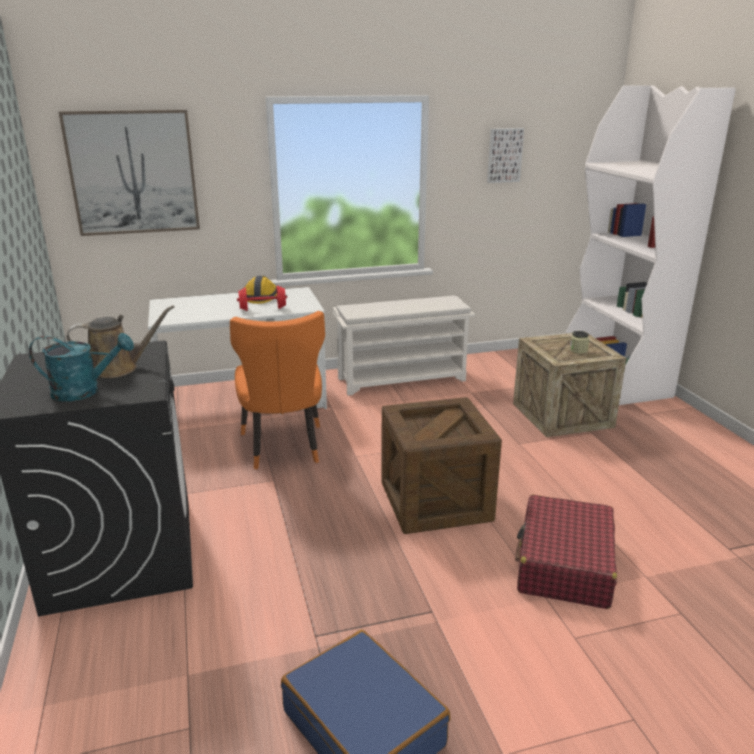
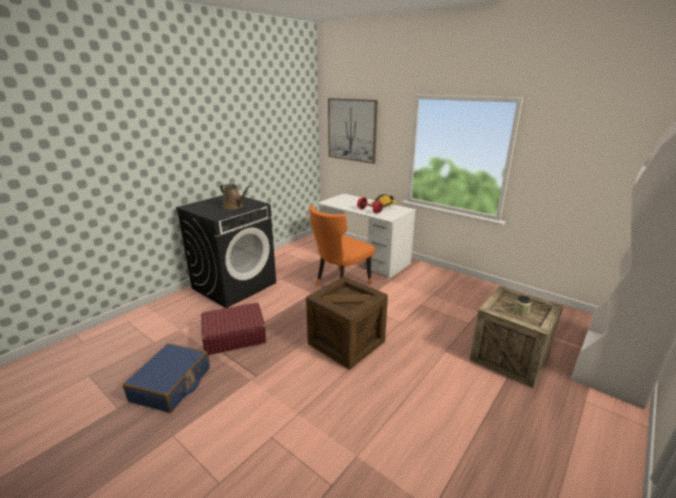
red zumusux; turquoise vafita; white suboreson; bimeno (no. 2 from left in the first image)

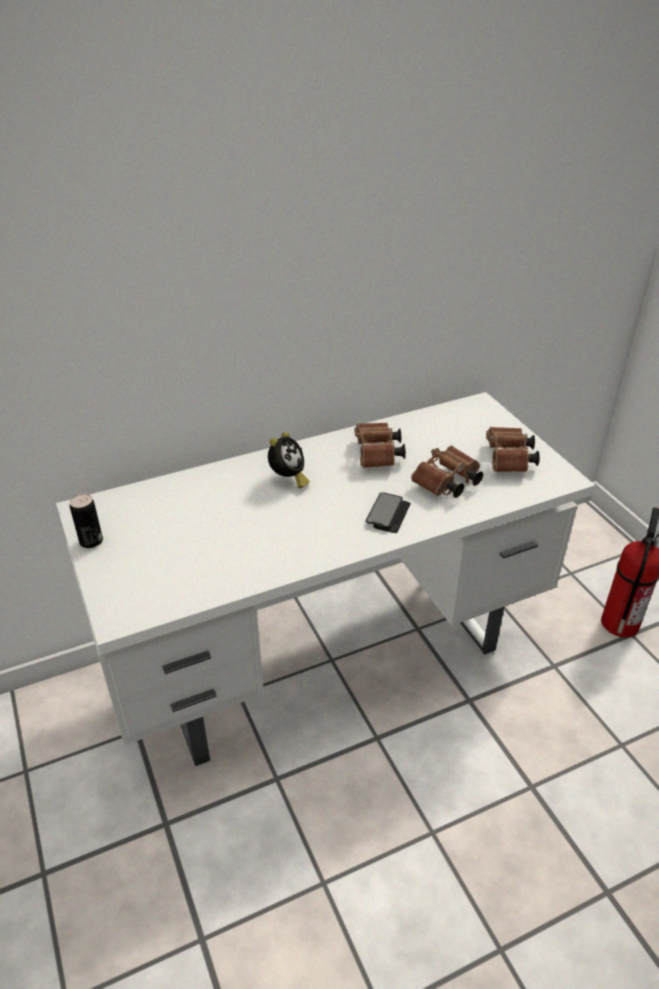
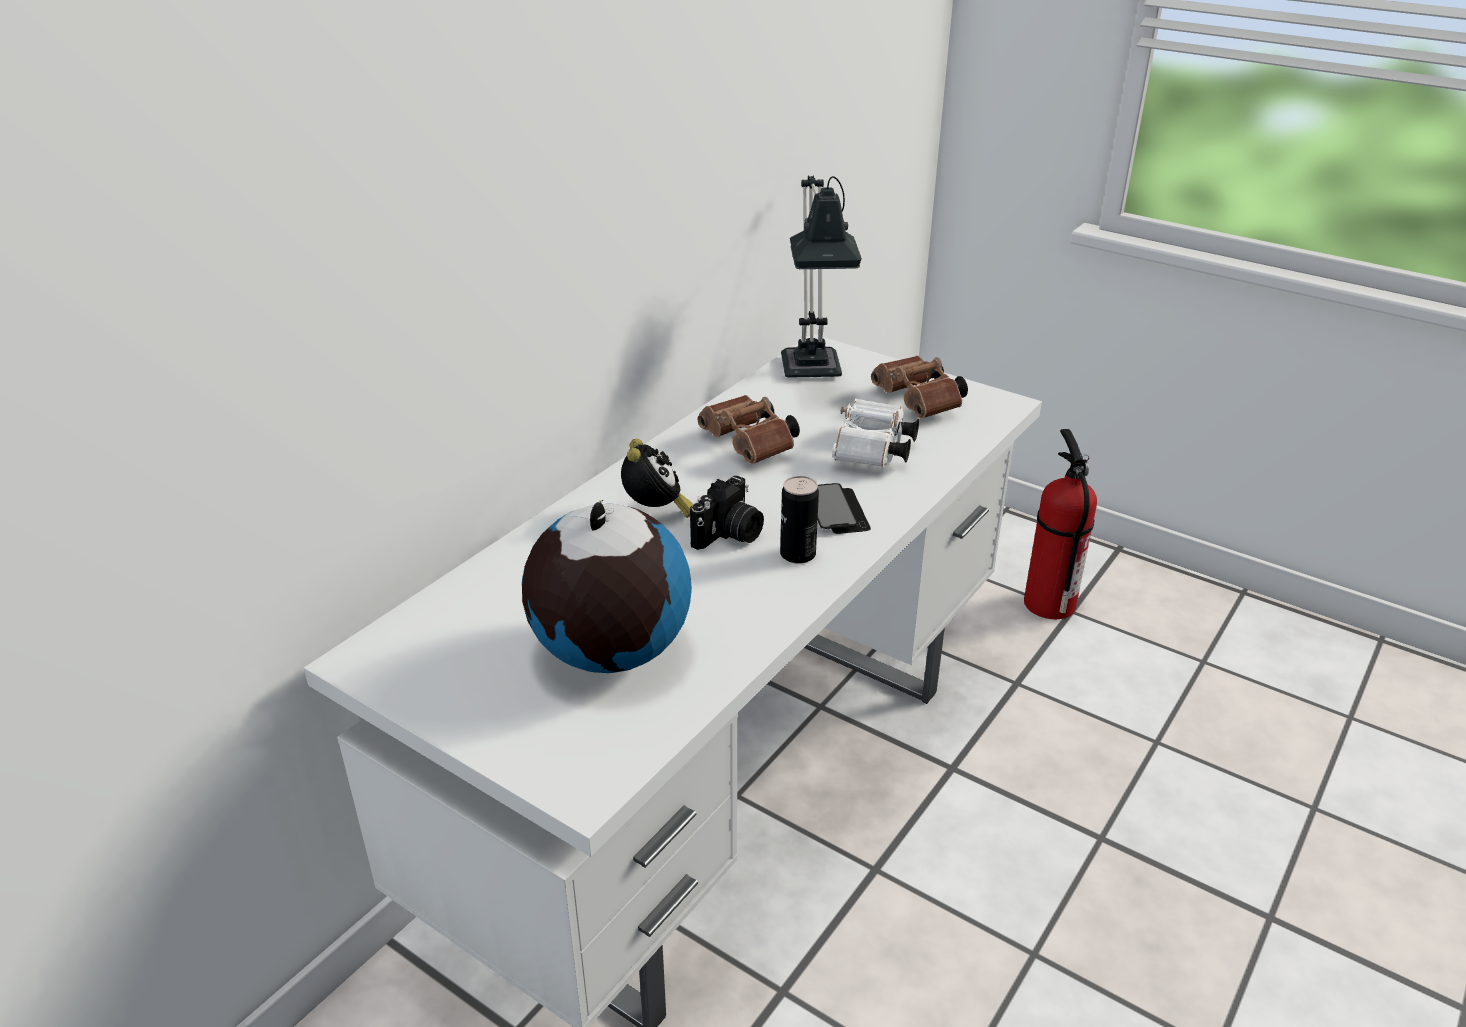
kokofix; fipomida; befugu; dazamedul; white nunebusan

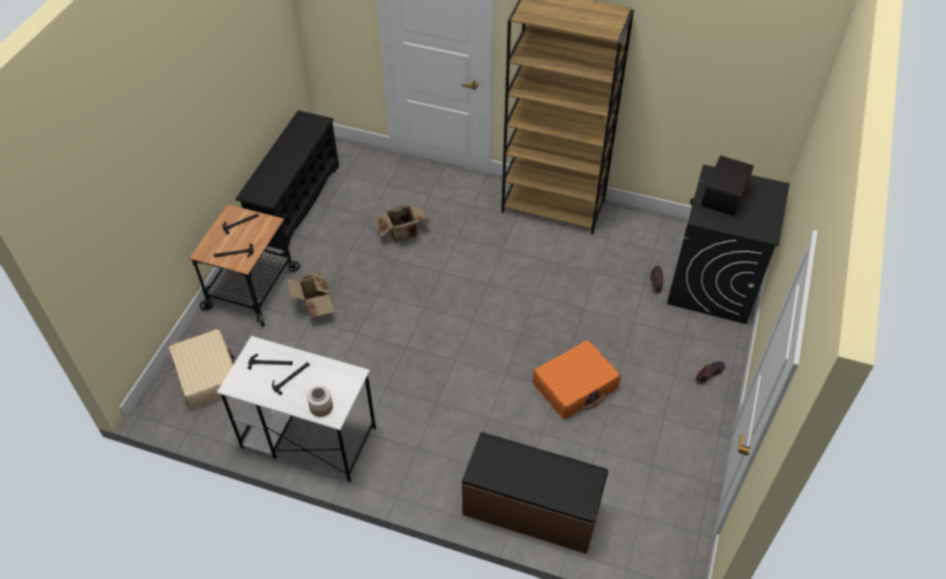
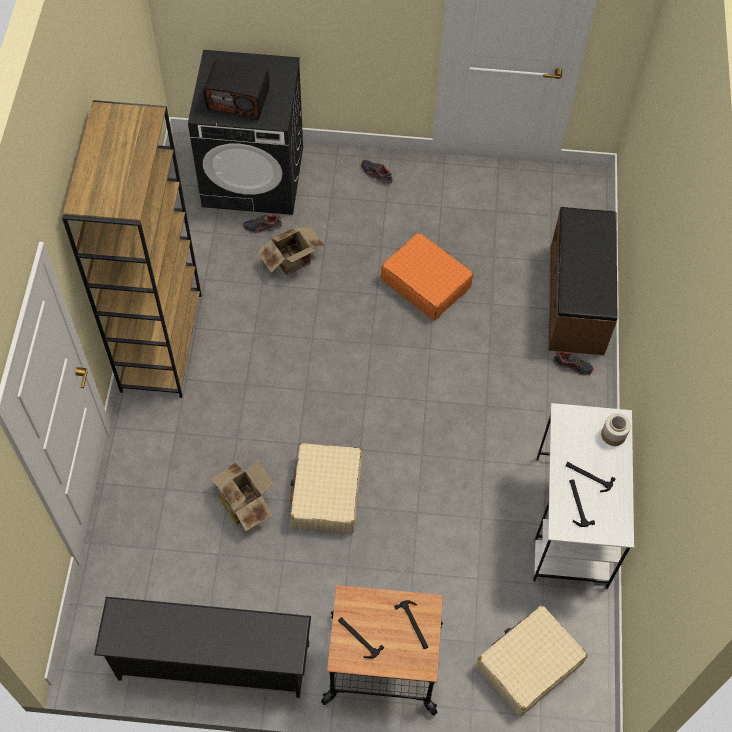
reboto (no. 2 from left); beige zumusux (no. 1 from left); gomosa (no. 3 from left)

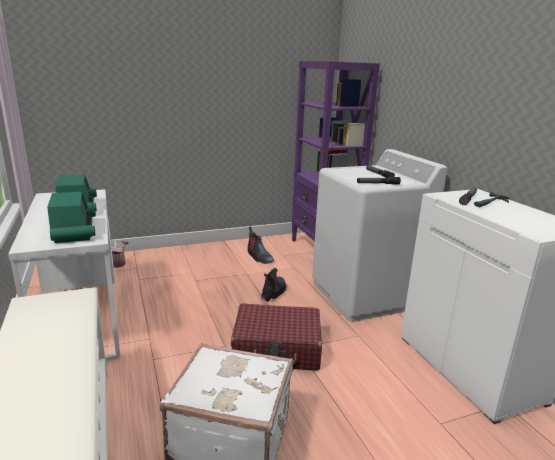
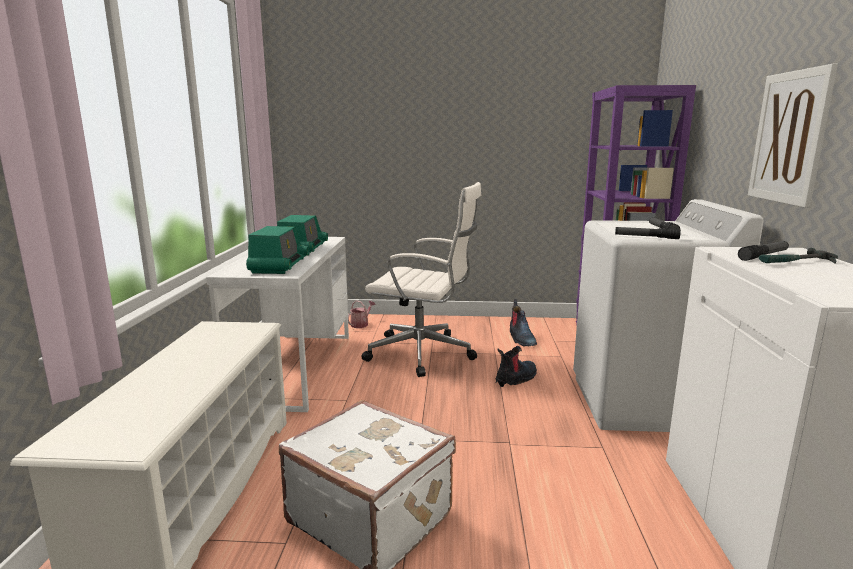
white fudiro; bimeno; red zumusux

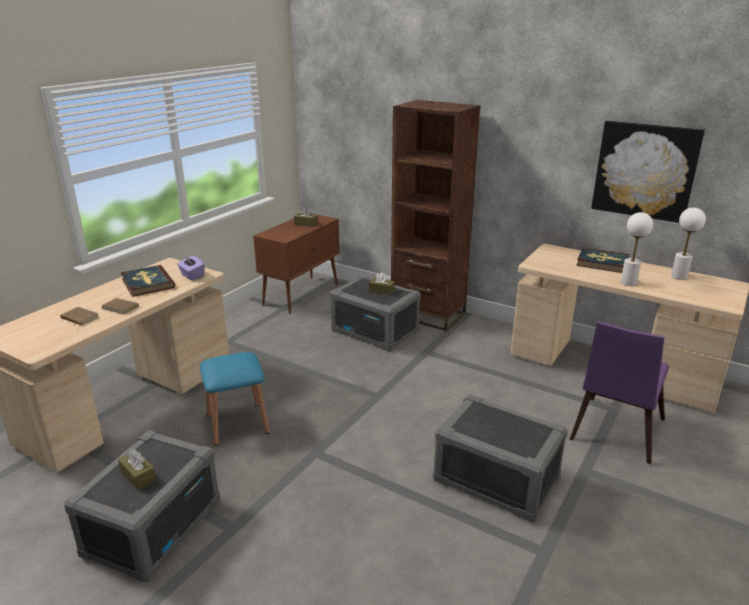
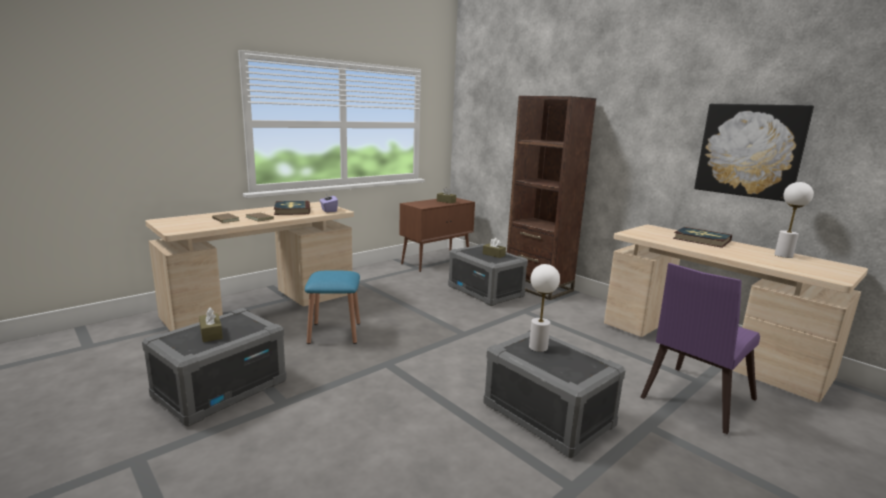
white dazamedul (no. 1 from left)

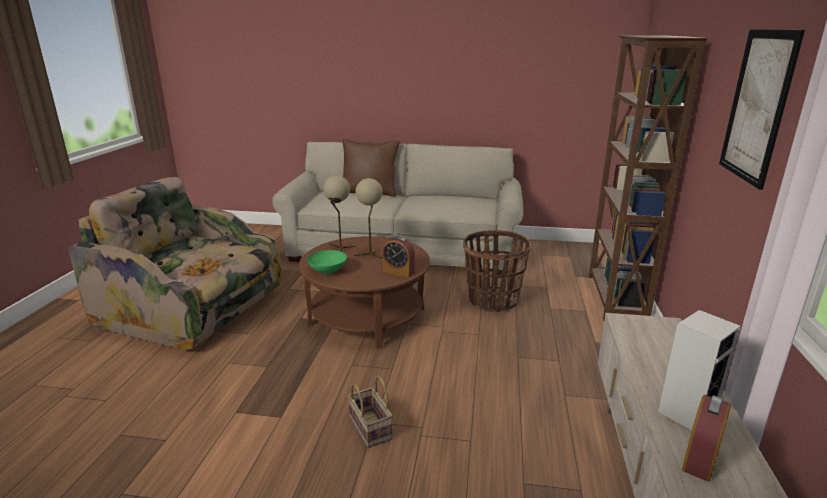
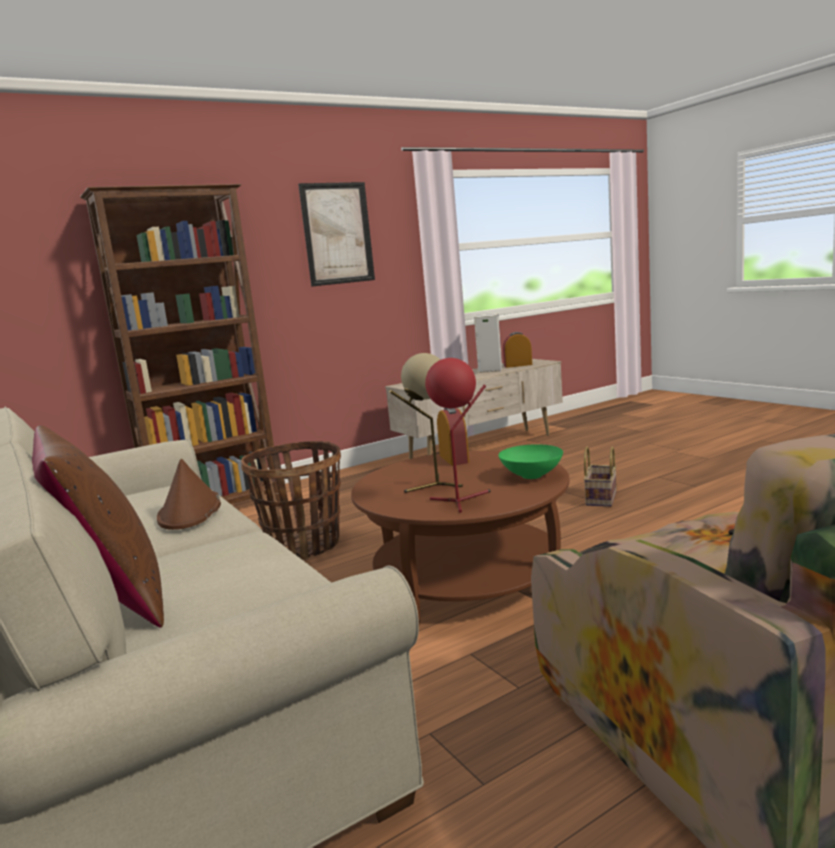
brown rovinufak; red dazamedul

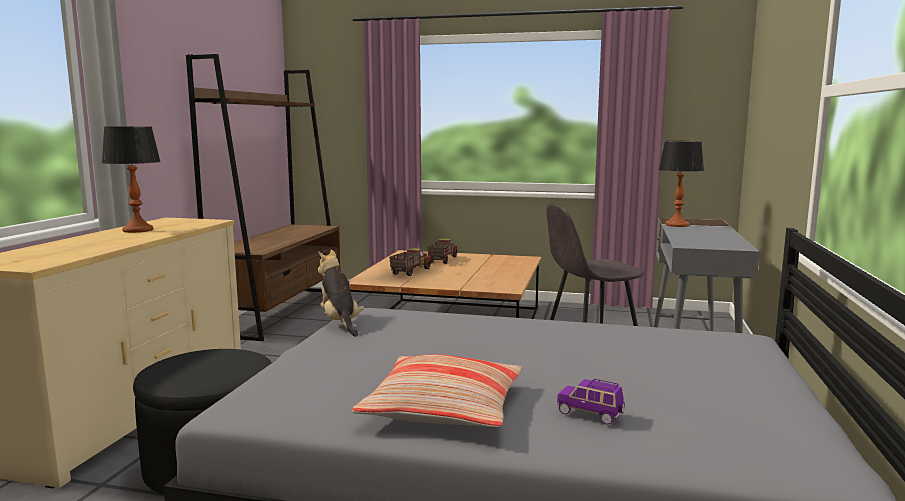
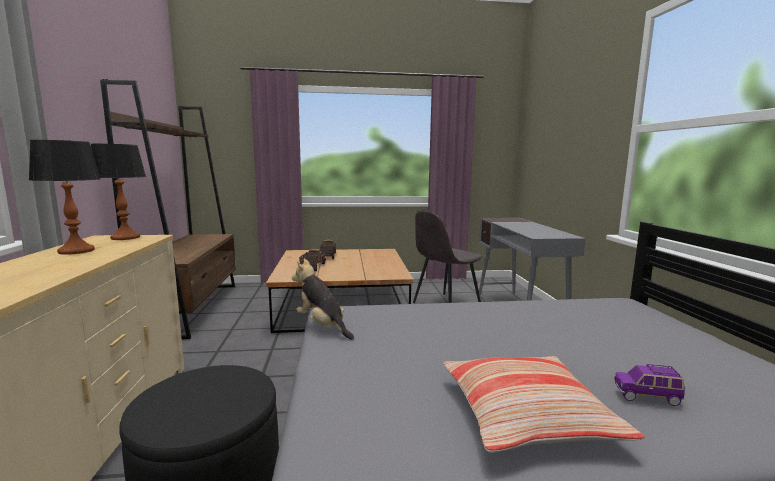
dazamedul (no. 2 from left)

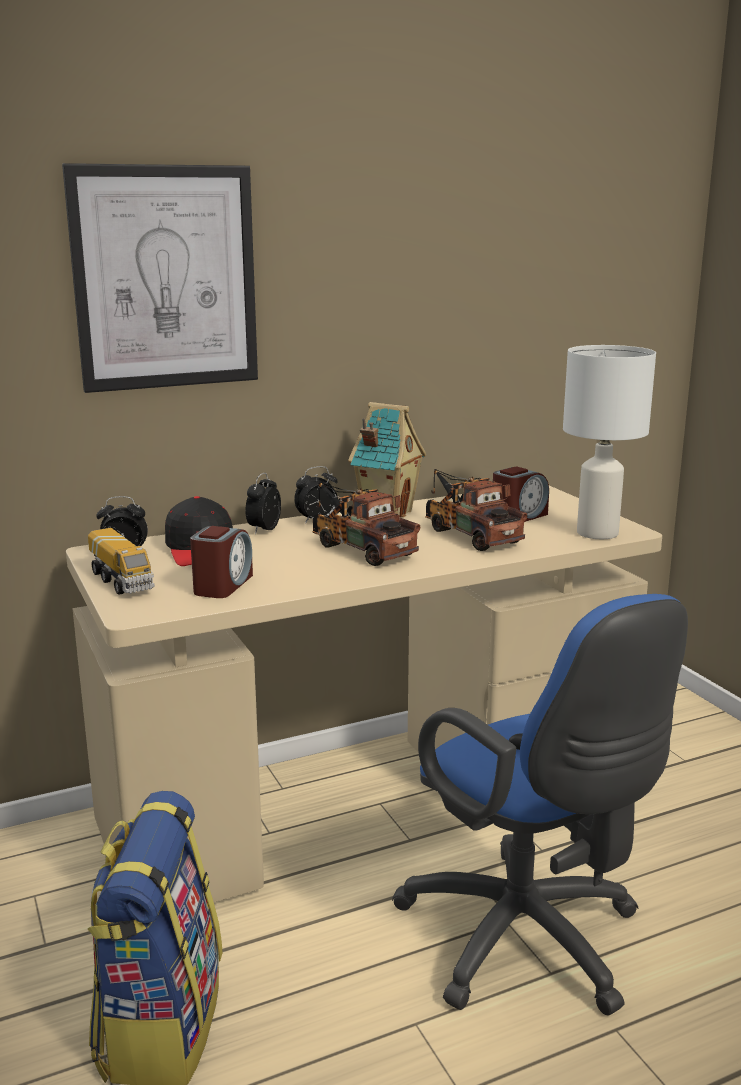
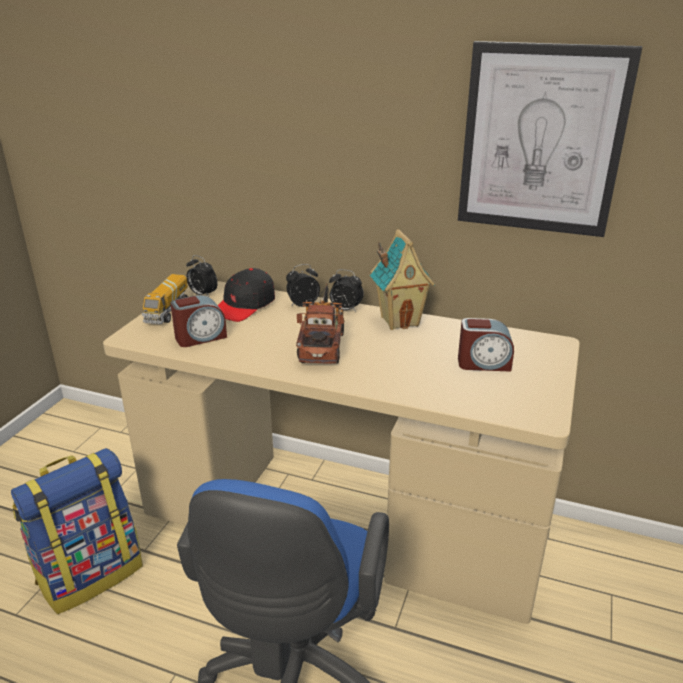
bimeno; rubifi (no. 3 from left in the first image); white dazamedul

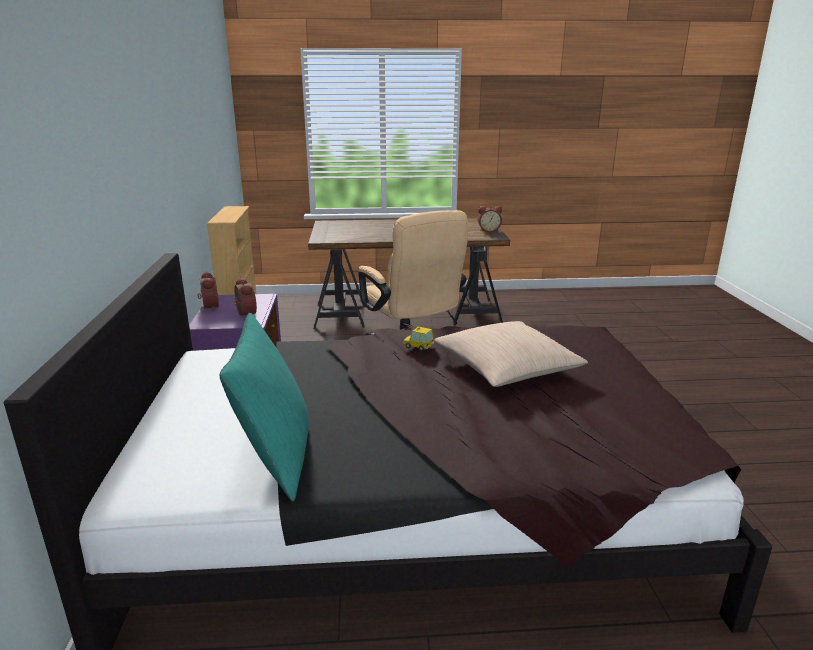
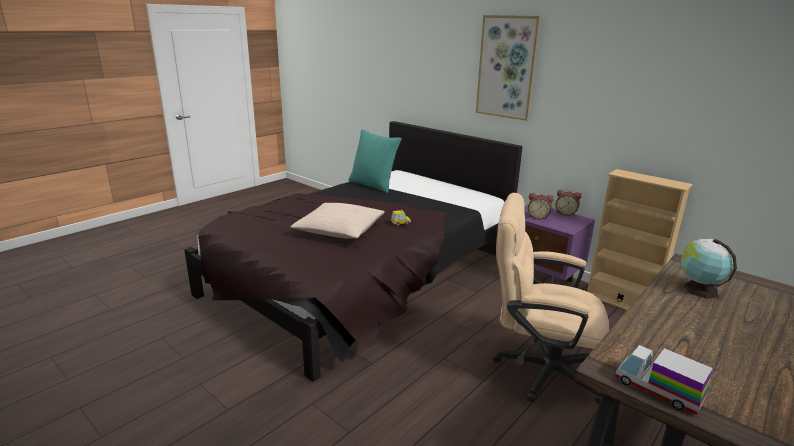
bimeno; rubifi; kokofix

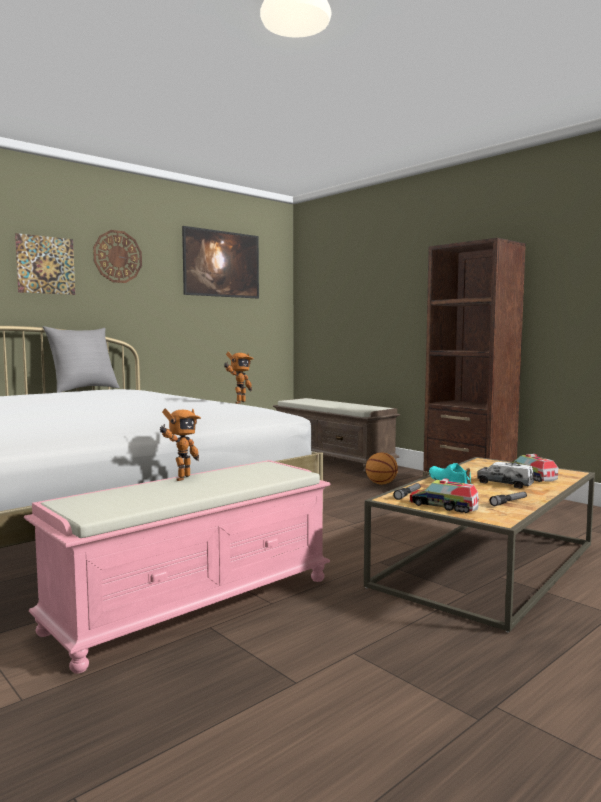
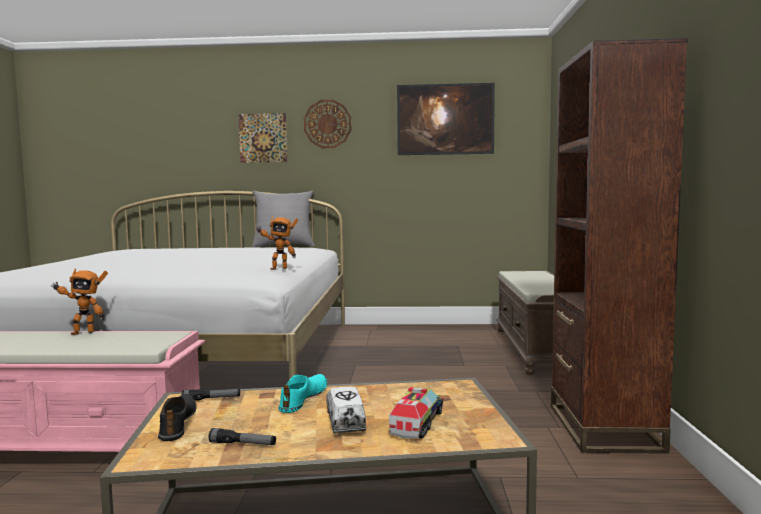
black gomosa; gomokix

